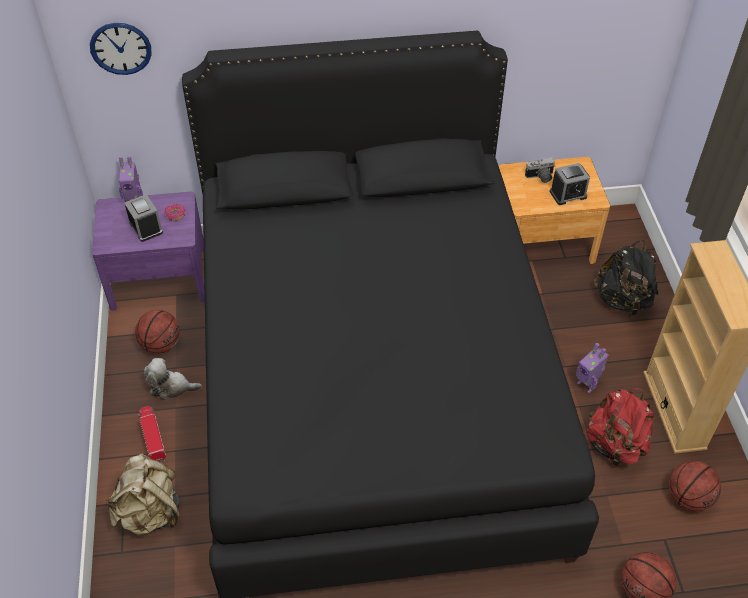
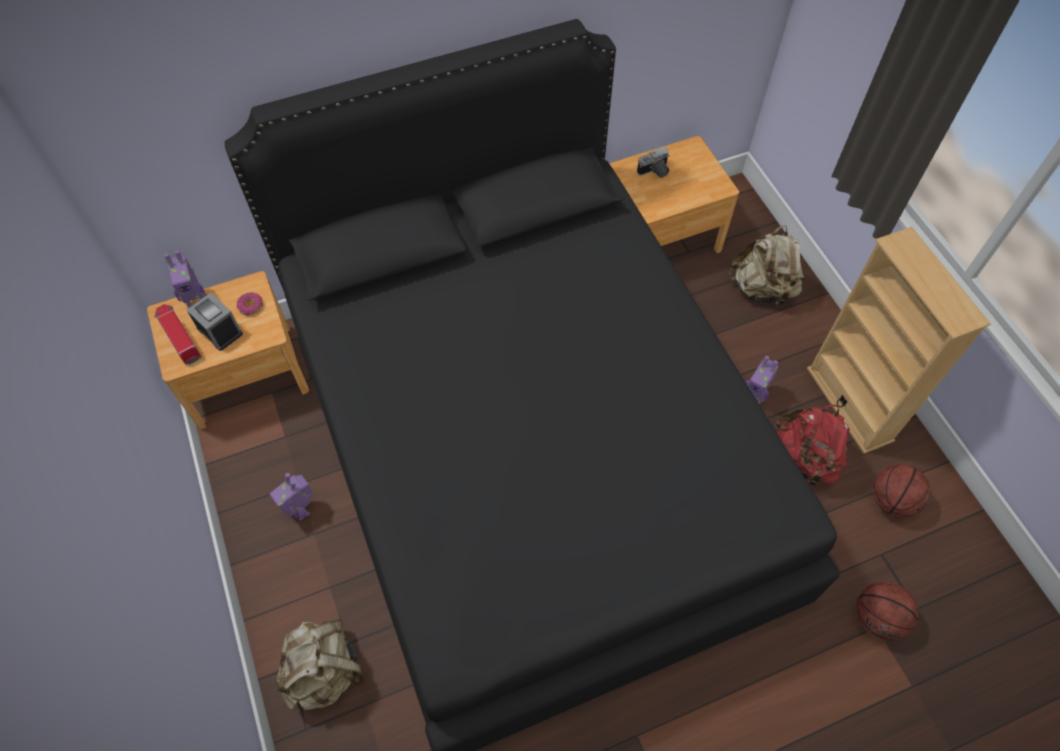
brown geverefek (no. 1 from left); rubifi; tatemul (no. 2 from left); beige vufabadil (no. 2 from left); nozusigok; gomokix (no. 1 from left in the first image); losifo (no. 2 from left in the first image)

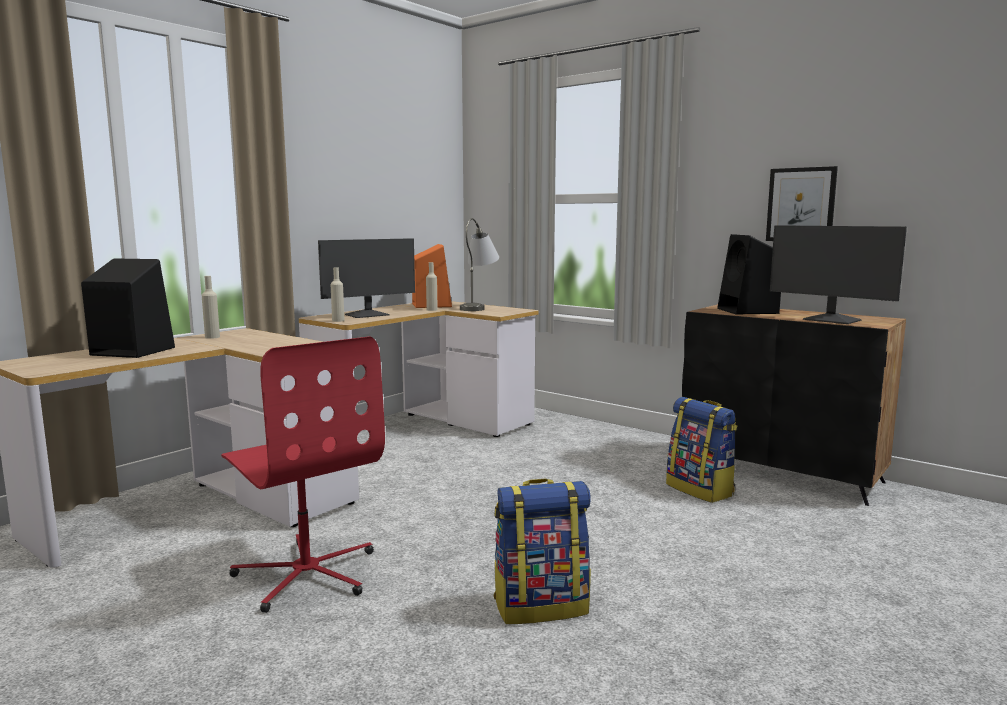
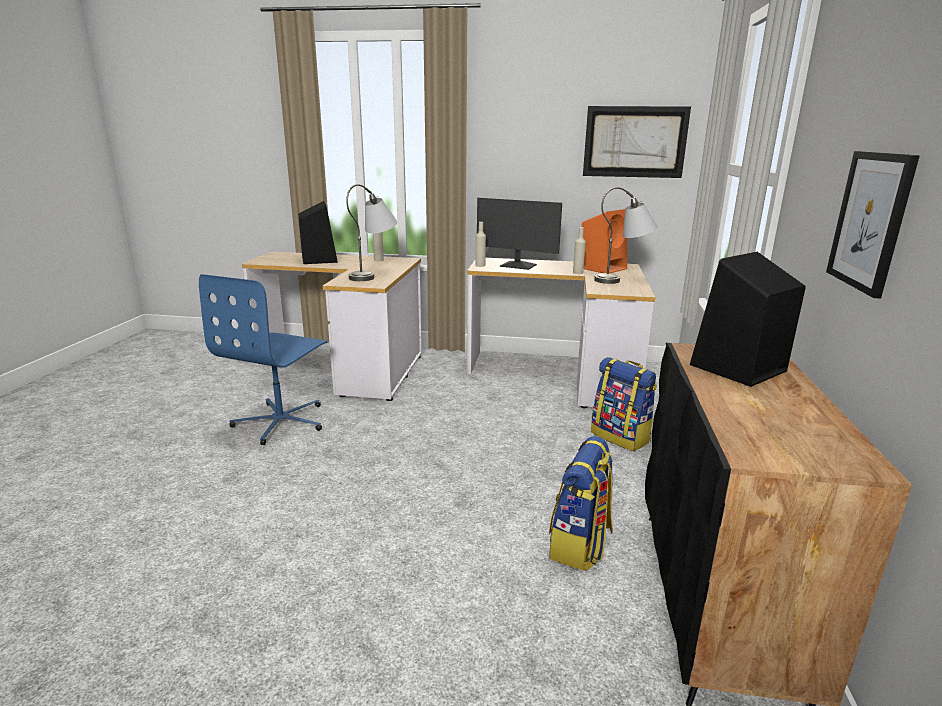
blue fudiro; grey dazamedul (no. 1 from left); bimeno (no. 1 from left); vufabadil (no. 2 from left); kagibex (no. 2 from left in the first image)

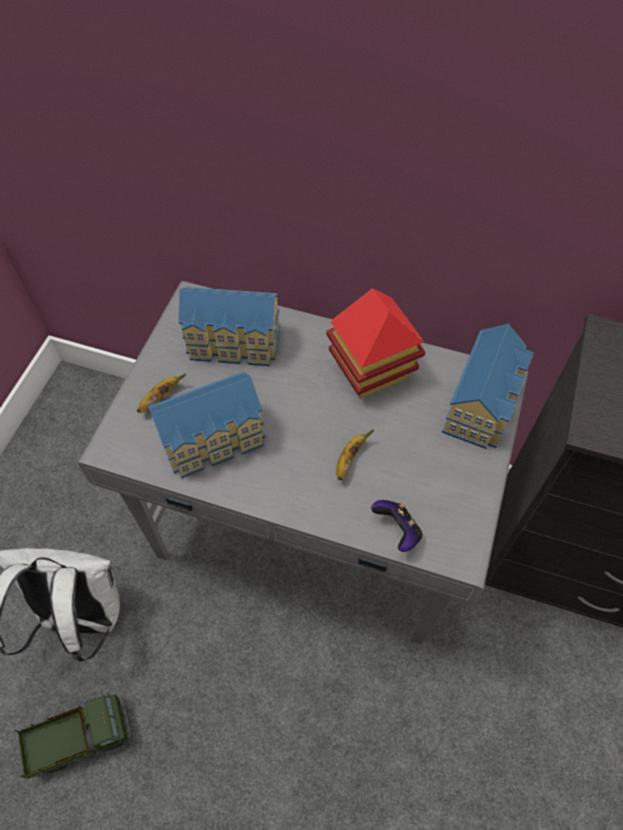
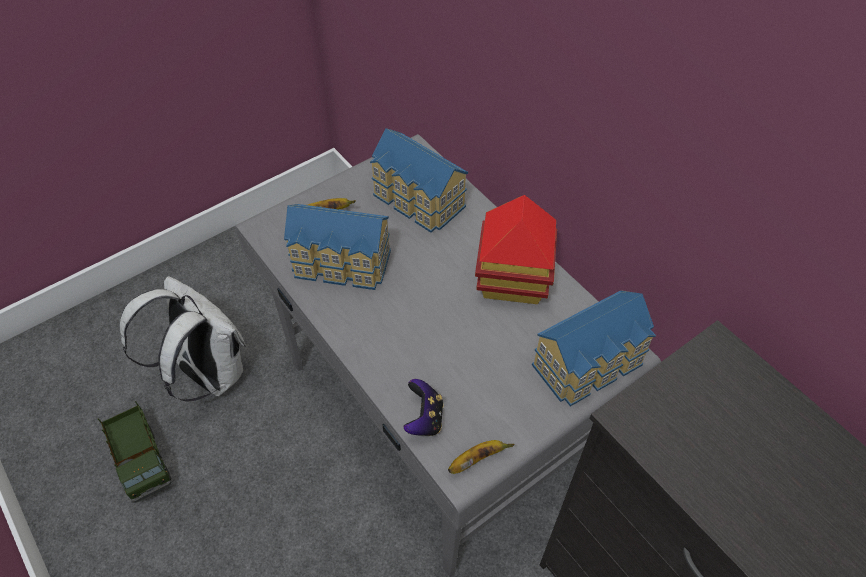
rubifi; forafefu (no. 2 from left)

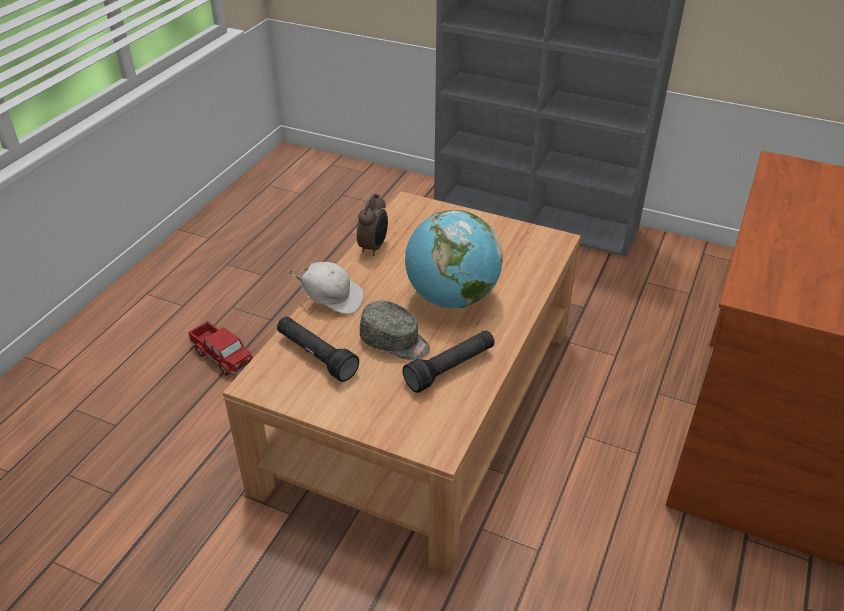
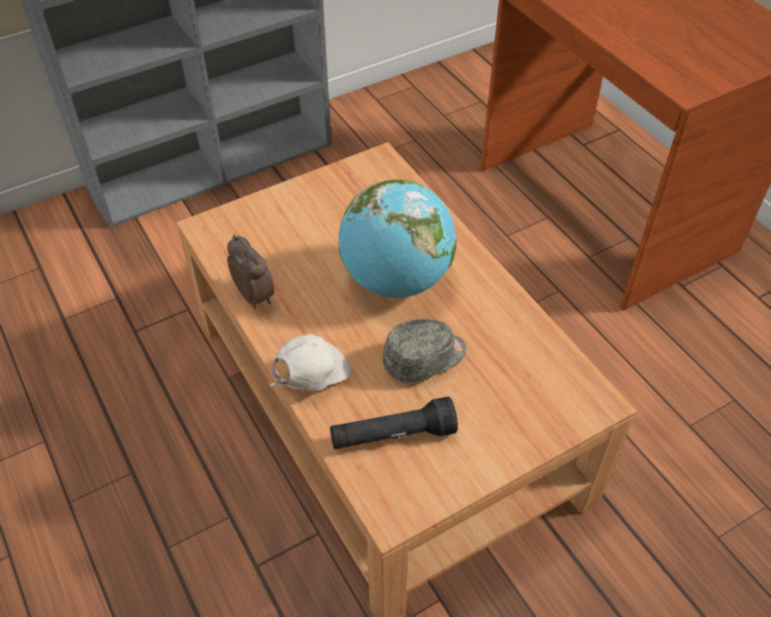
rubifi; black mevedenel (no. 2 from left in the first image)

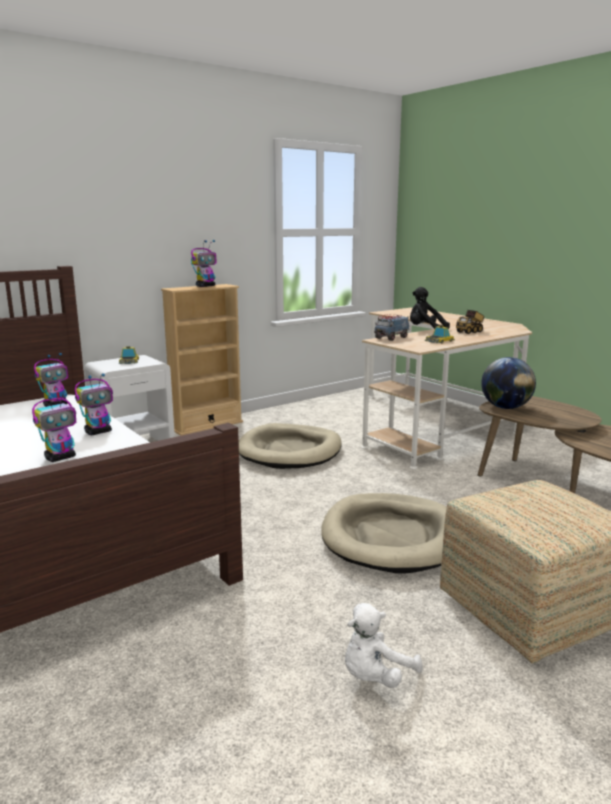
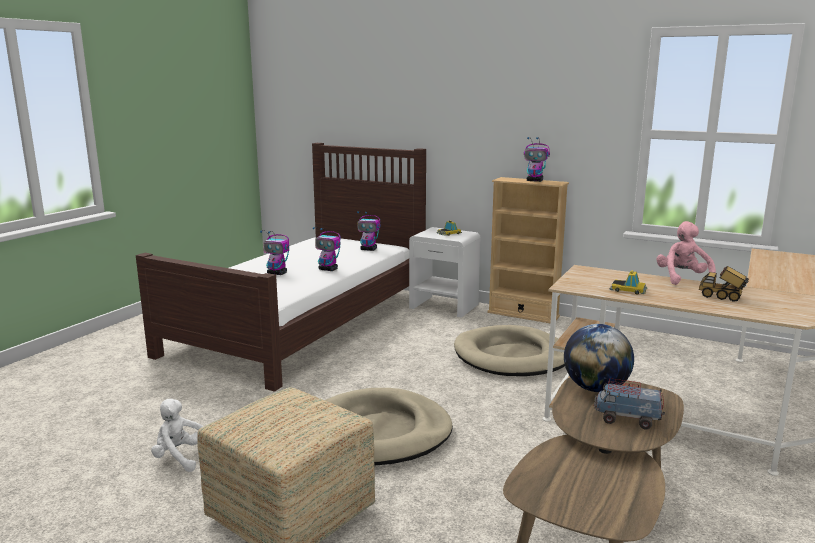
rubifi (no. 1 from left); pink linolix

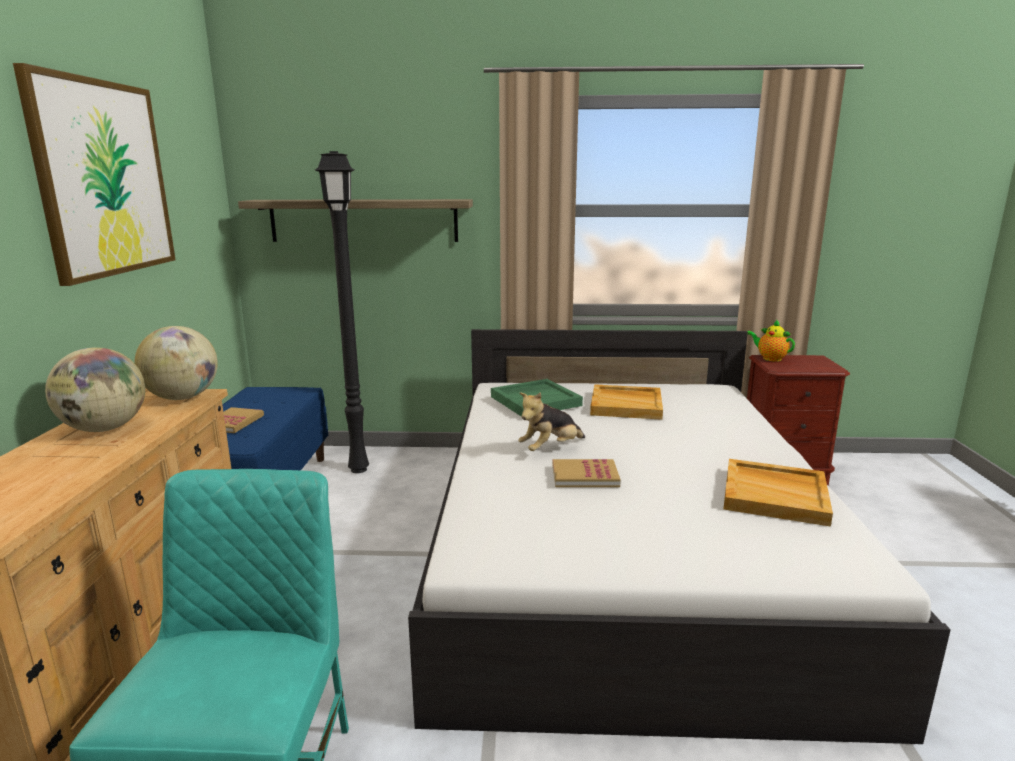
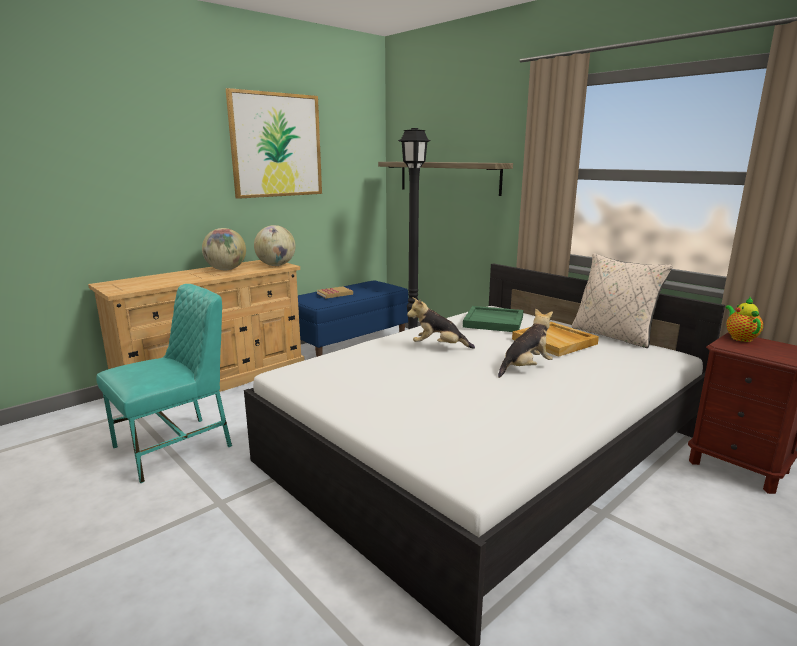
linolix (no. 2 from left); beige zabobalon; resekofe (no. 2 from left in the first image); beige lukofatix (no. 2 from left in the first image)

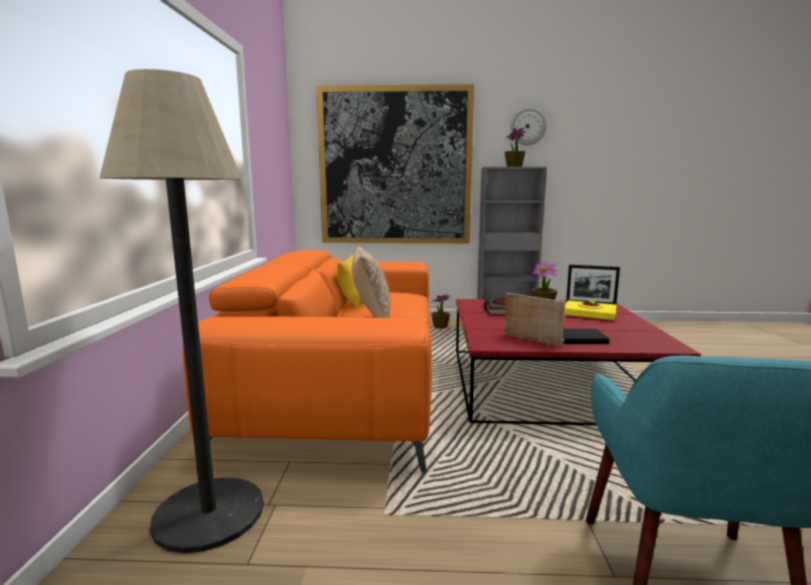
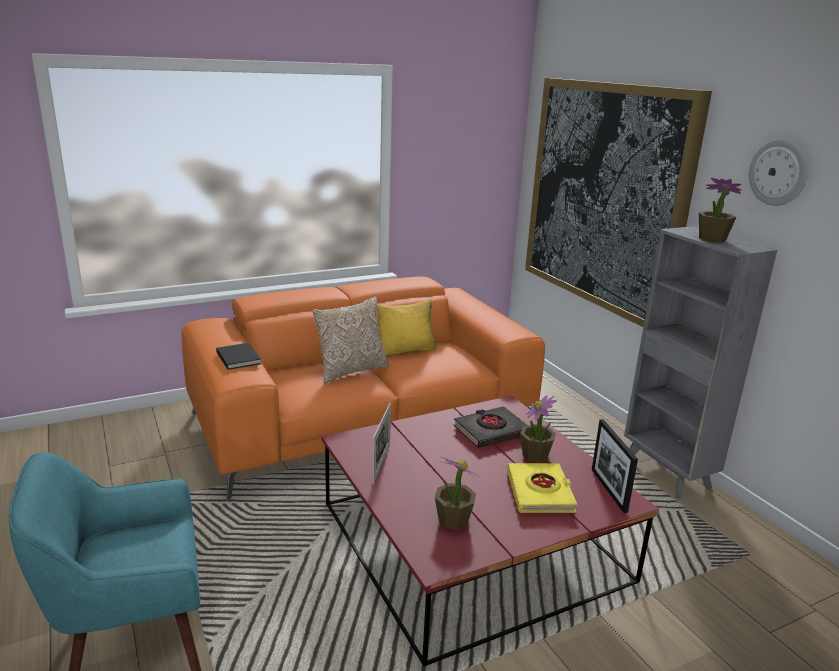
black resekofe (no. 1 from left); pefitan (no. 1 from left); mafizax

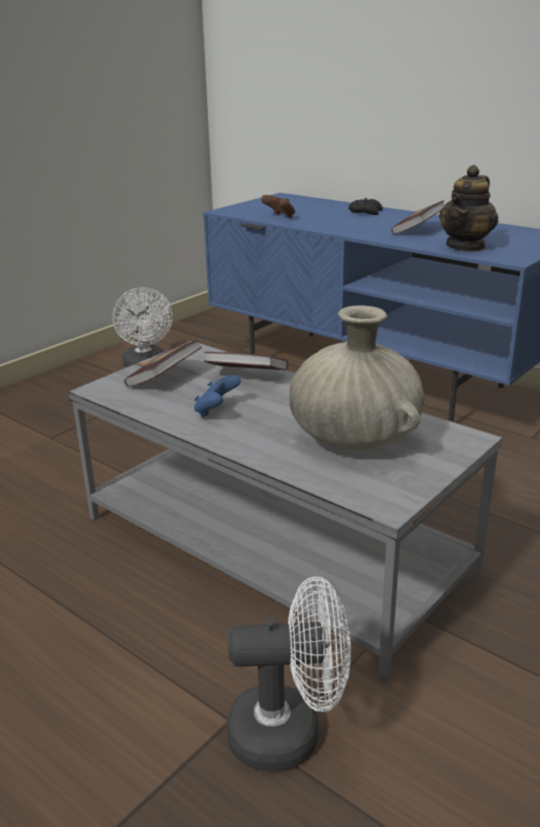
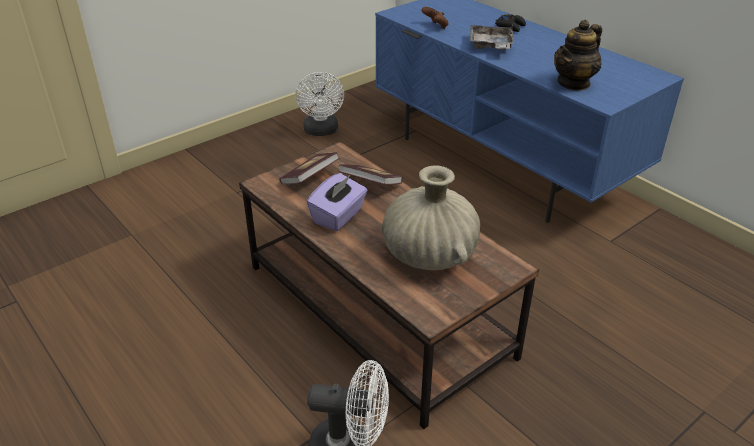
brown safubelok; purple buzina; grey lukofatix; resekofe (no. 3 from left in the first image)

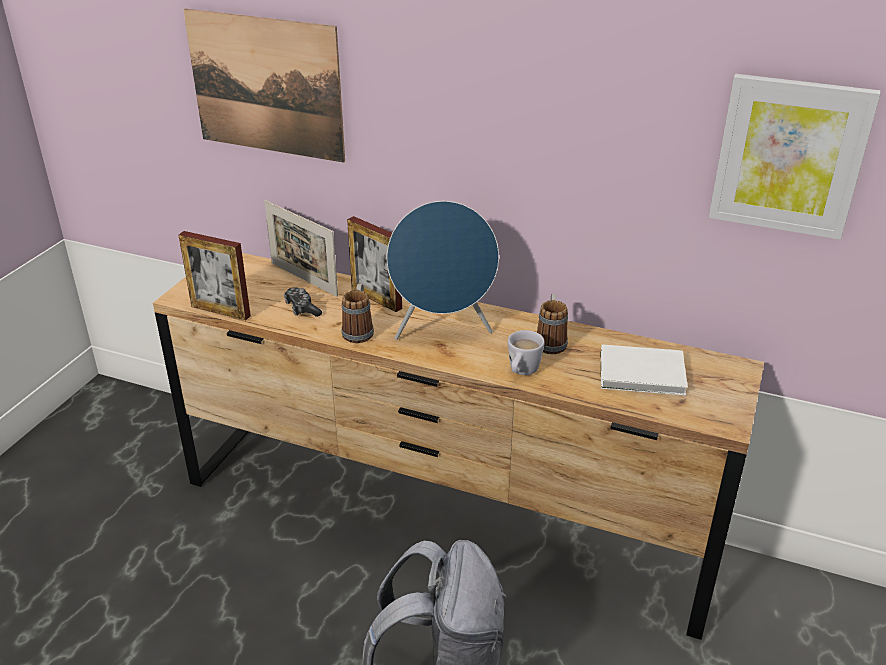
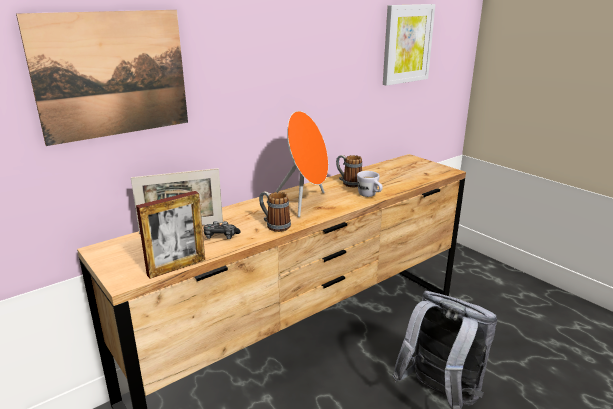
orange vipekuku; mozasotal (no. 3 from left in the first image); white resekofe

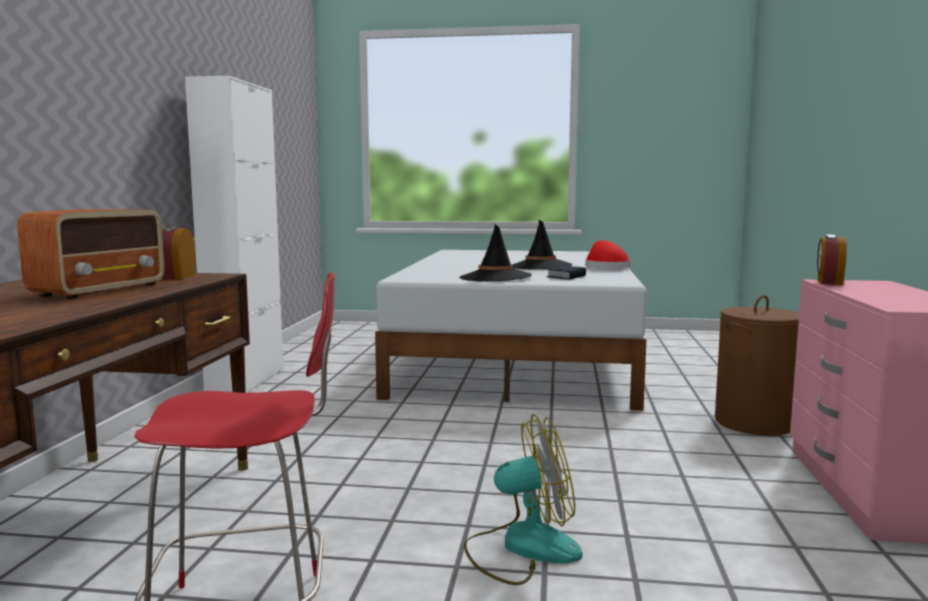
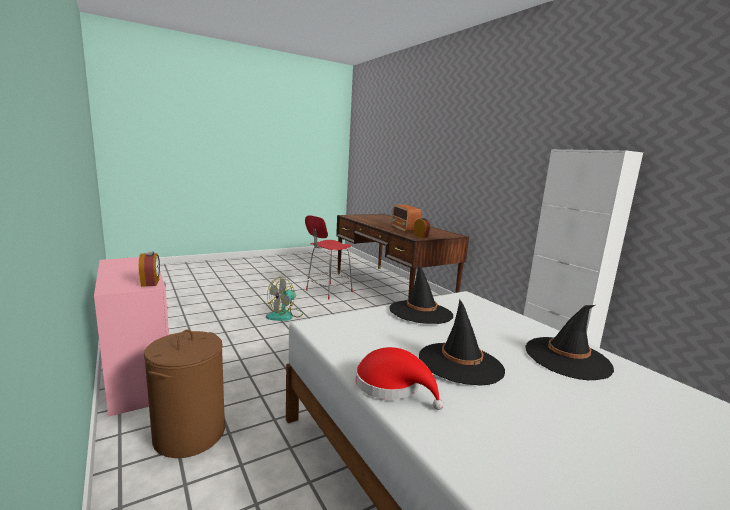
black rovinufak (no. 3 from left); resekofe

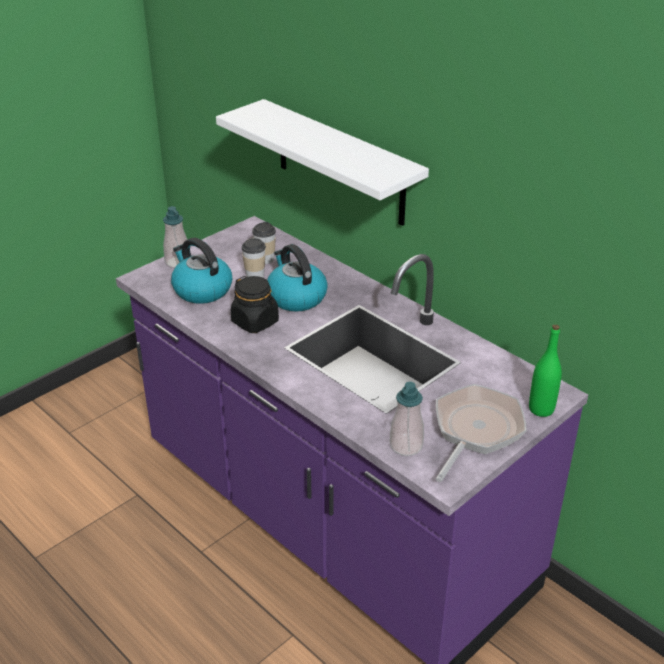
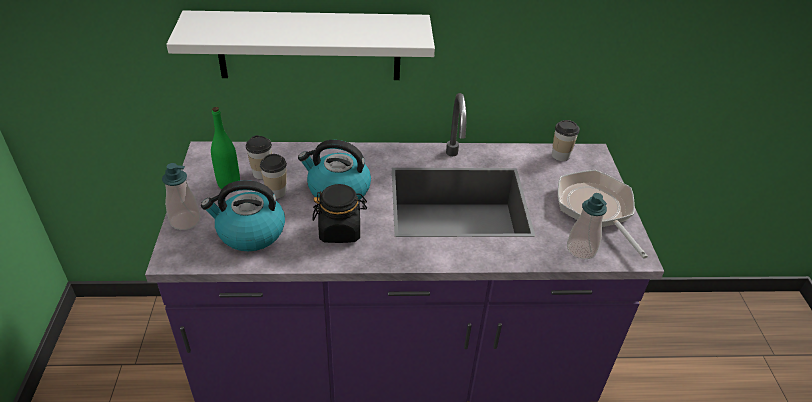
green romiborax; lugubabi (no. 3 from left)

